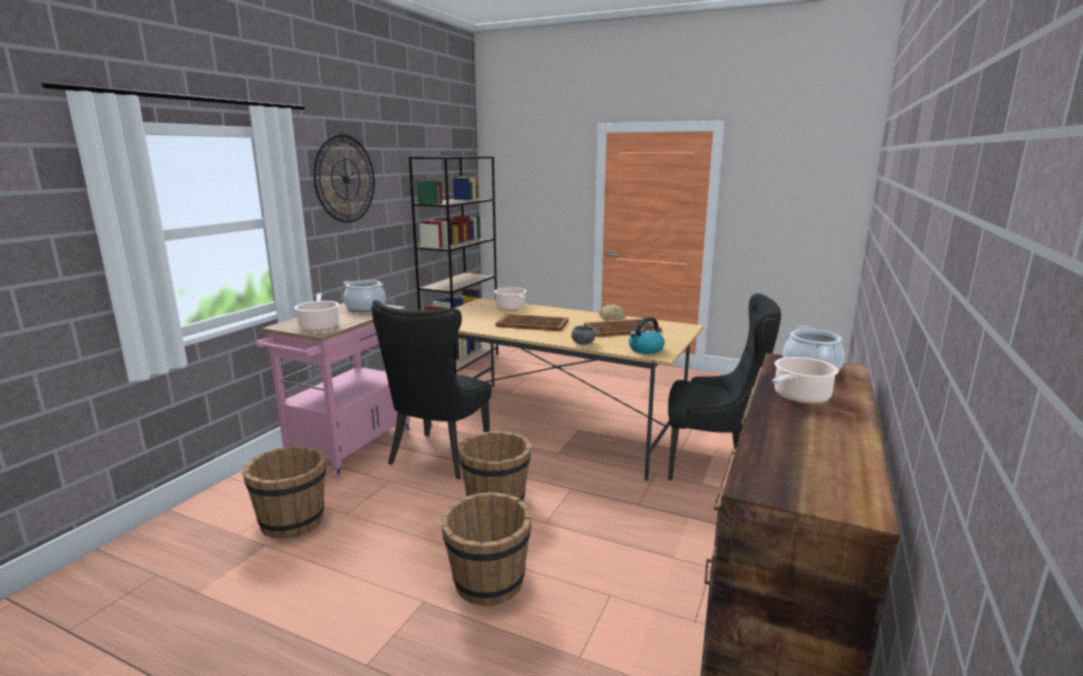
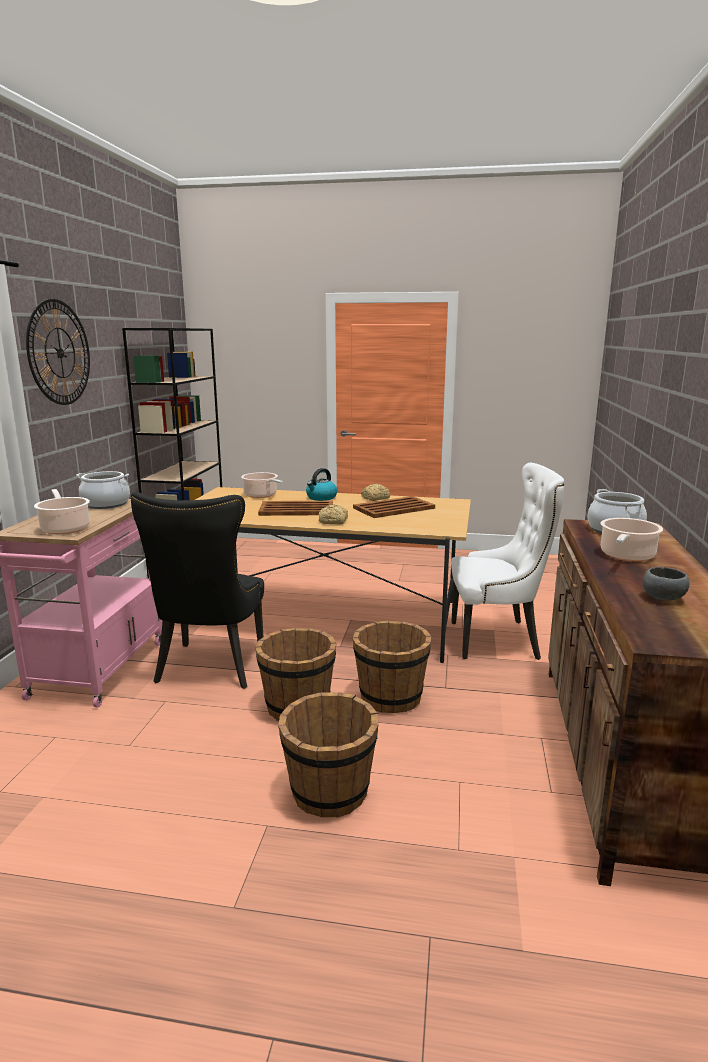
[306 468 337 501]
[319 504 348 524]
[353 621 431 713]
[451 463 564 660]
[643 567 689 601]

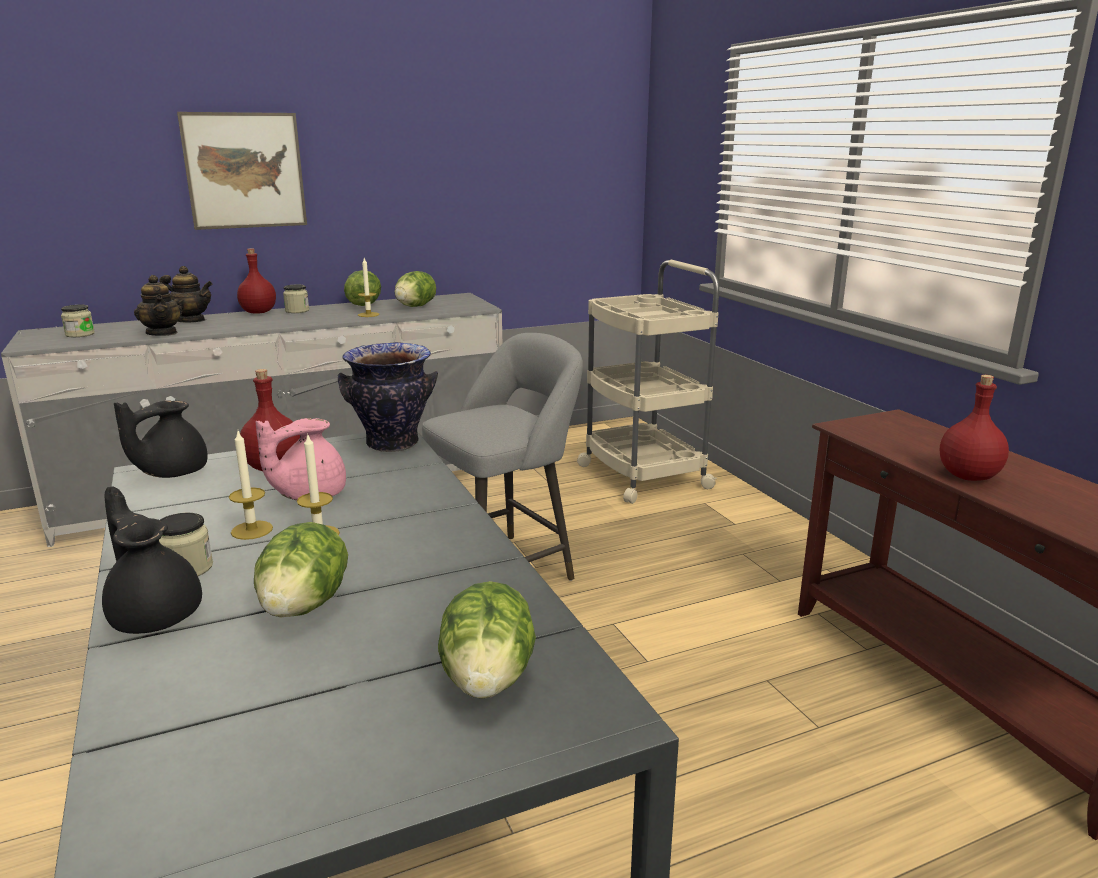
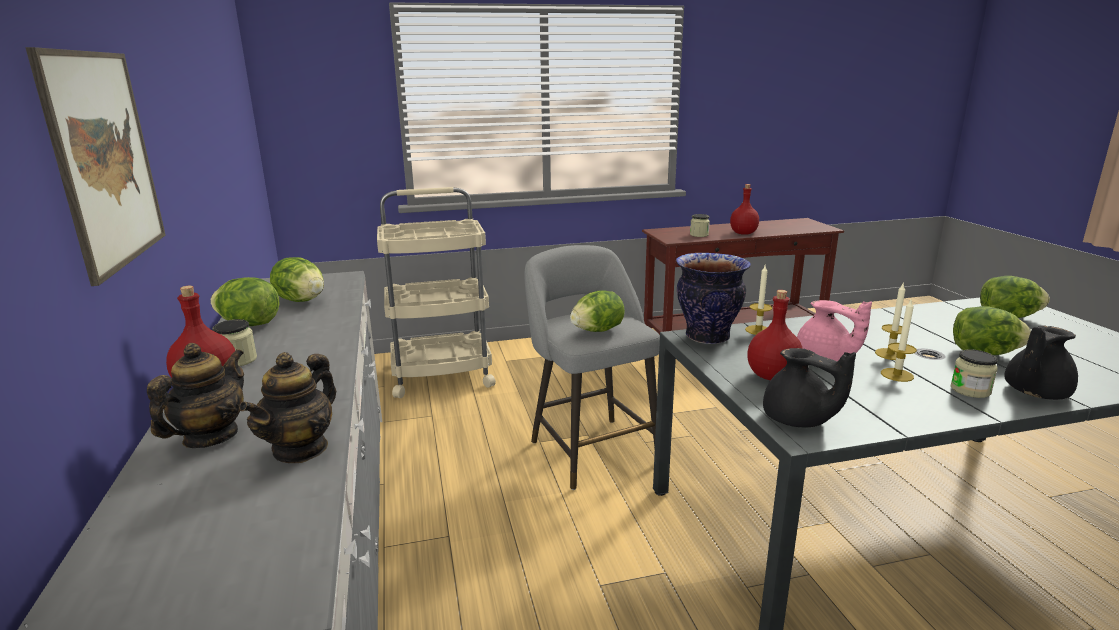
[239 352 336 463]
[570 290 625 332]
[690 214 710 237]
[745 265 772 335]

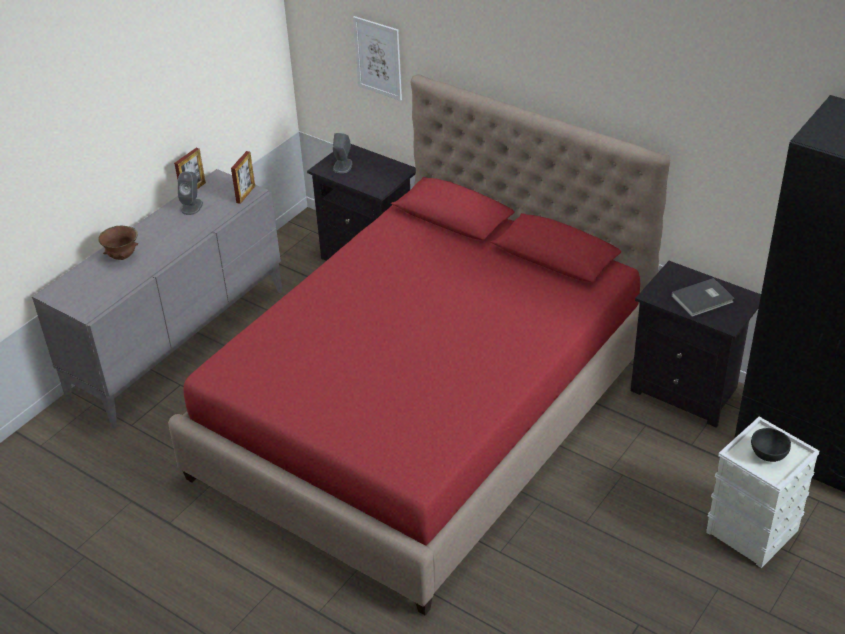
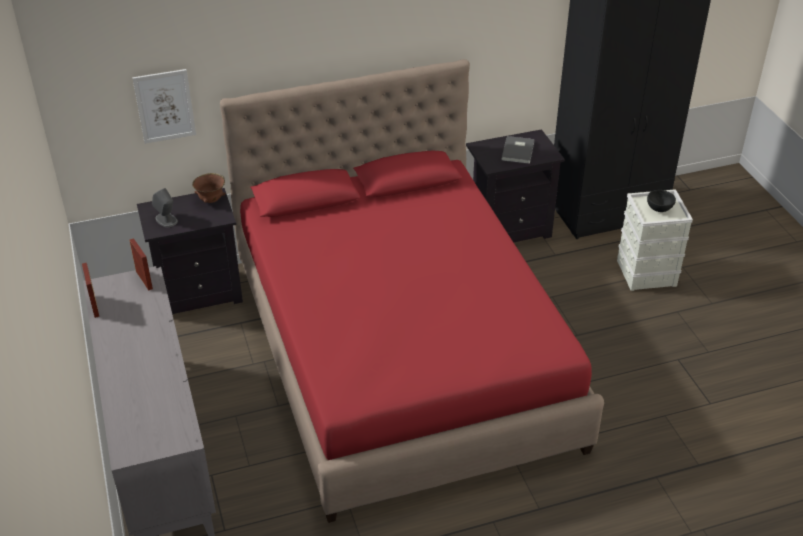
[192 173 226 203]
[178 172 203 215] (first image)

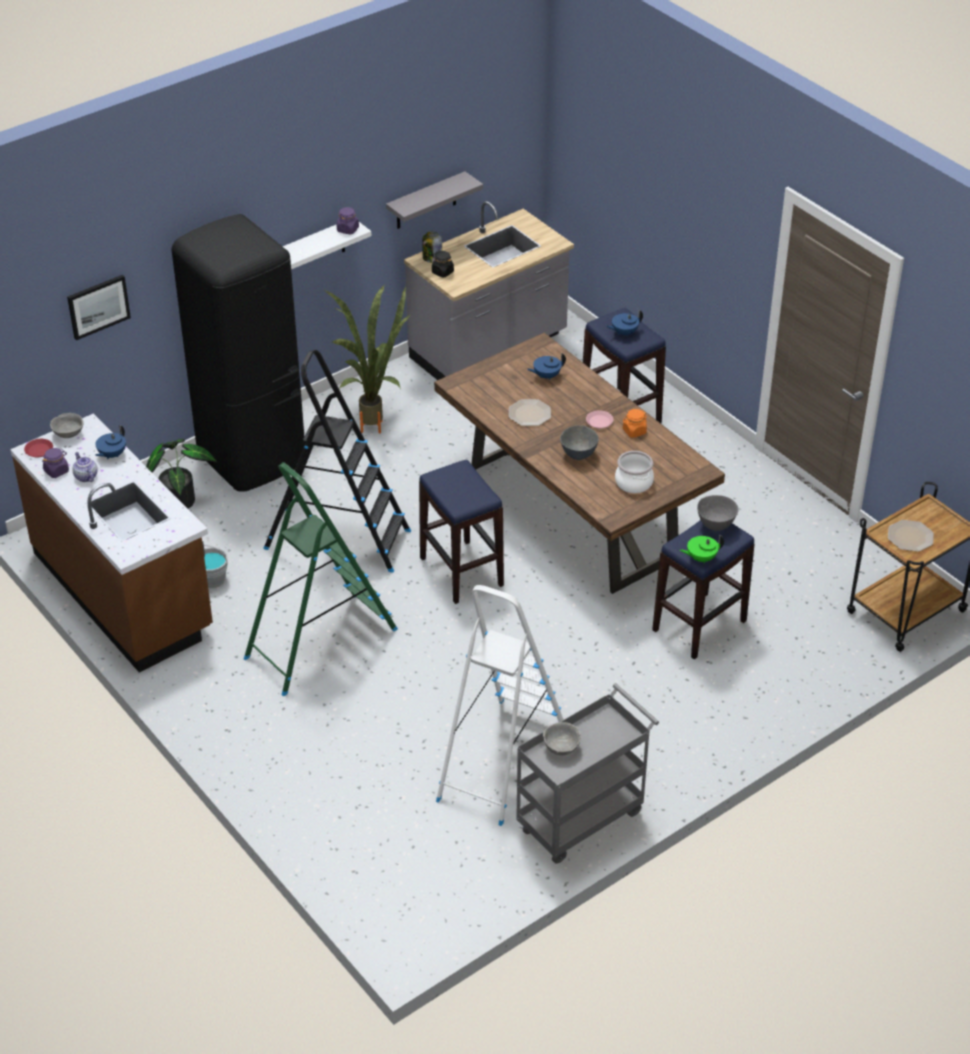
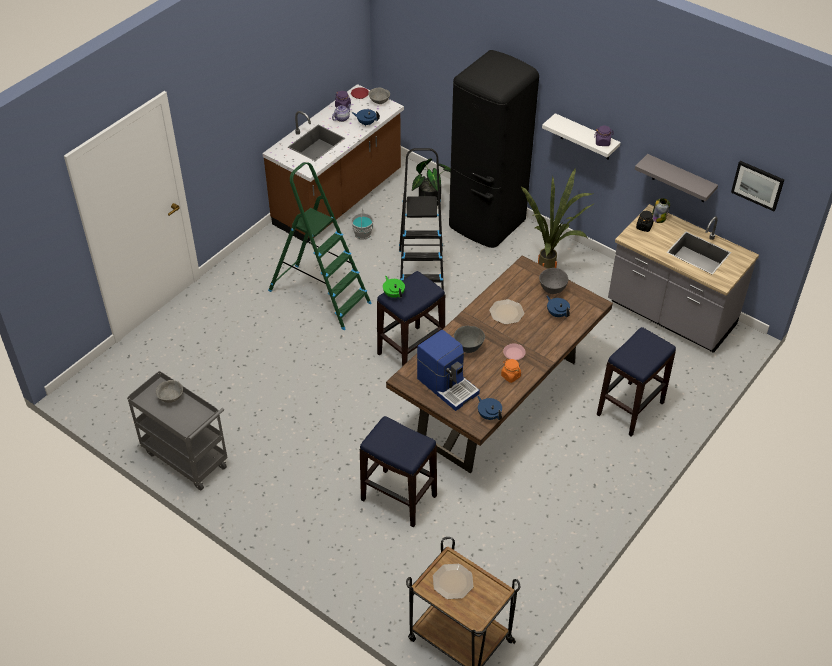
[383 276 405 298]
[417 330 480 411]
[477 396 502 420]
[539 268 568 294]
[731 161 784 211]
[436 585 564 826] (first image)

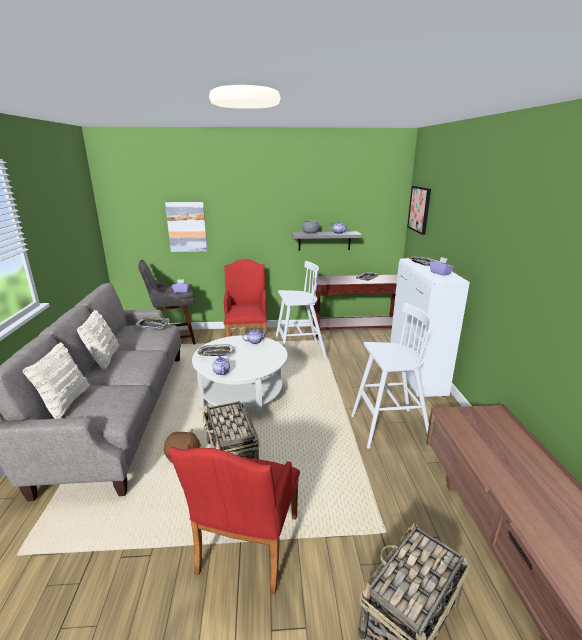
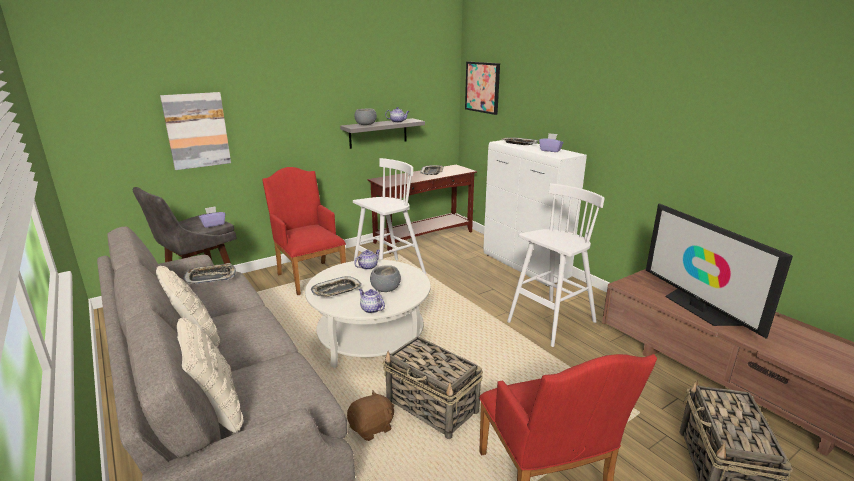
[370 265 401 292]
[646 203 793 338]

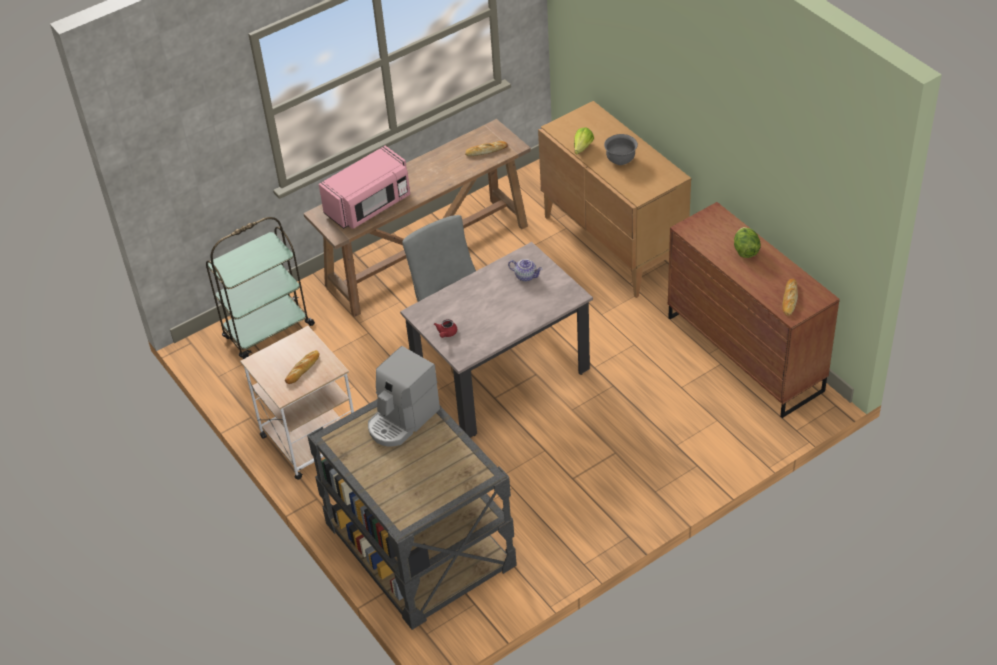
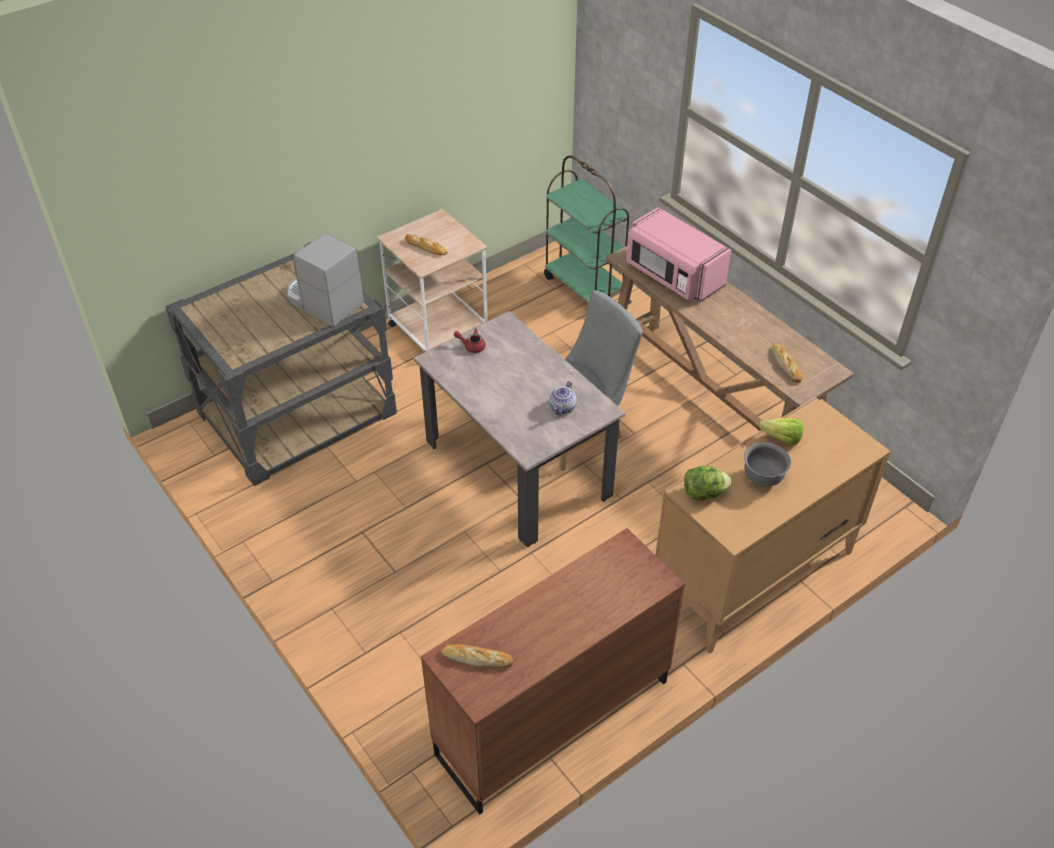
[684 466 731 501]

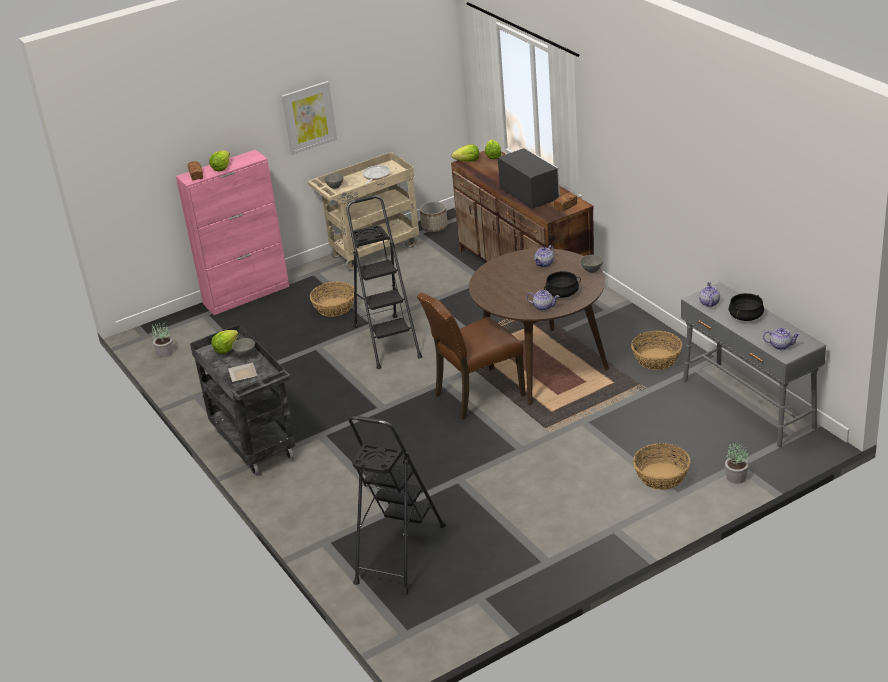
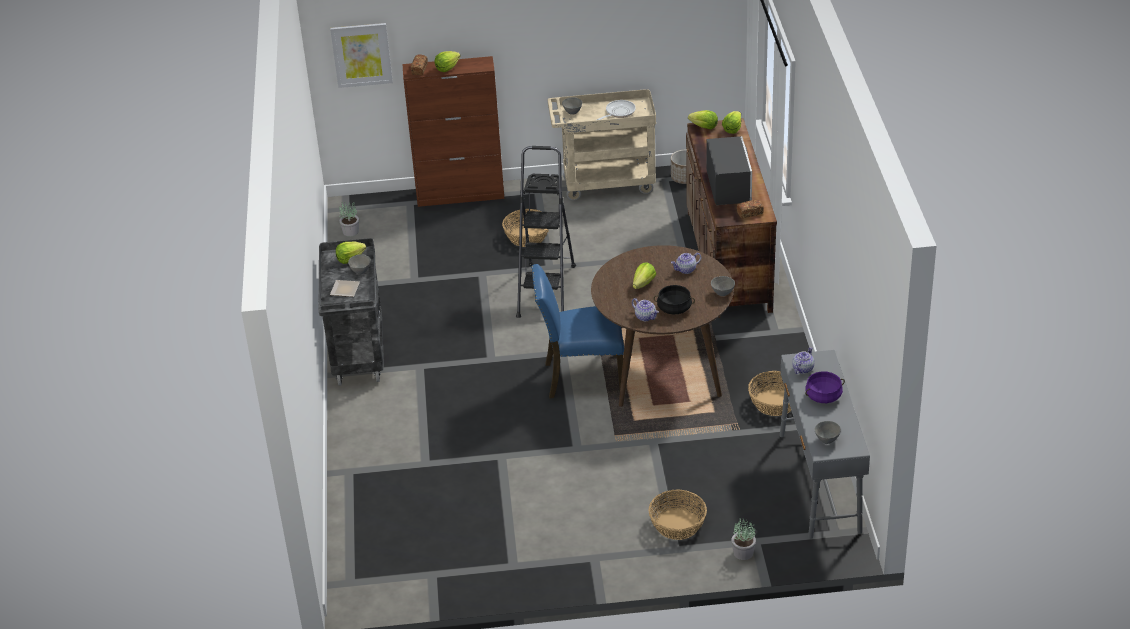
[330 23 393 88]
[402 56 504 207]
[531 264 624 398]
[633 262 656 289]
[805 371 845 403]
[815 421 841 444]
[349 416 446 595] (first image)

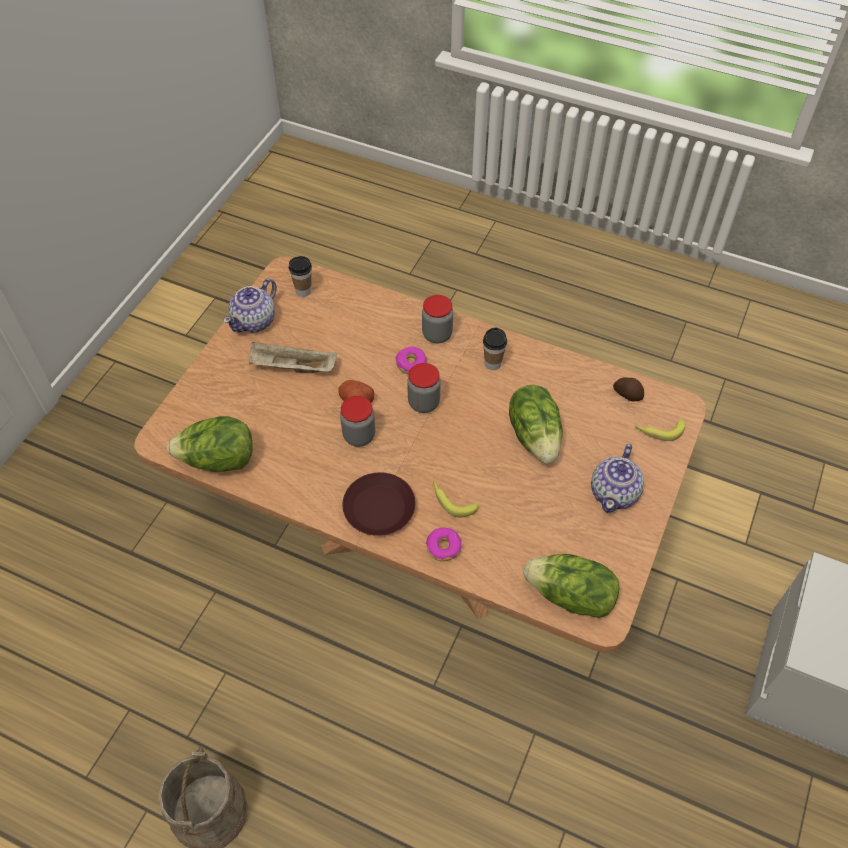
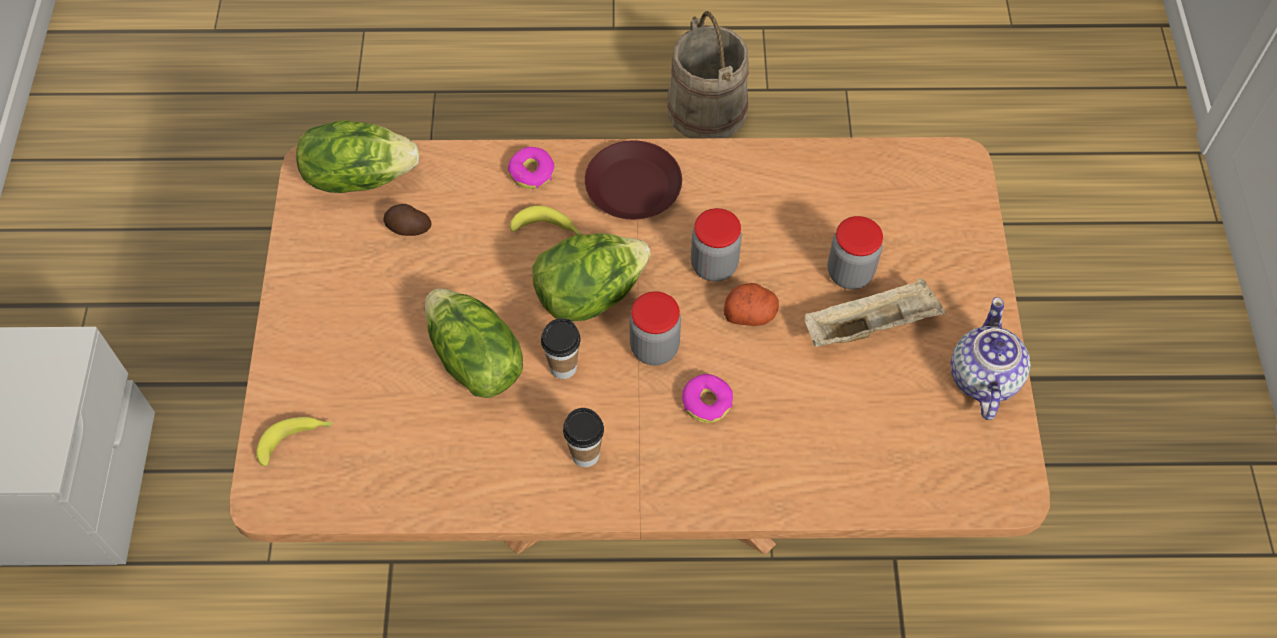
[383 204 432 236]
[532 233 651 321]
[541 318 580 379]
[828 216 883 289]
[591 444 644 513] (first image)

